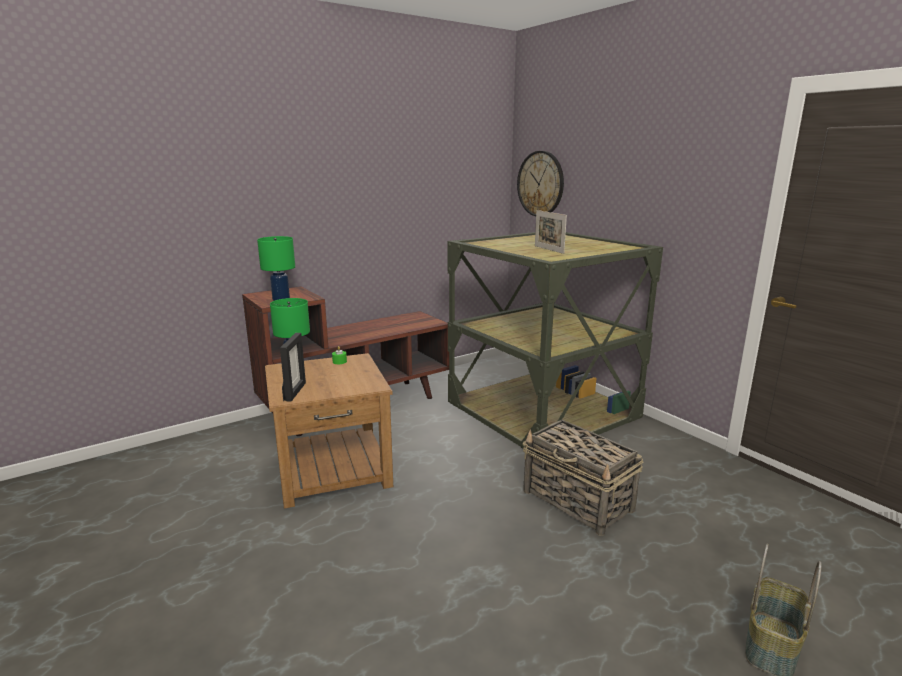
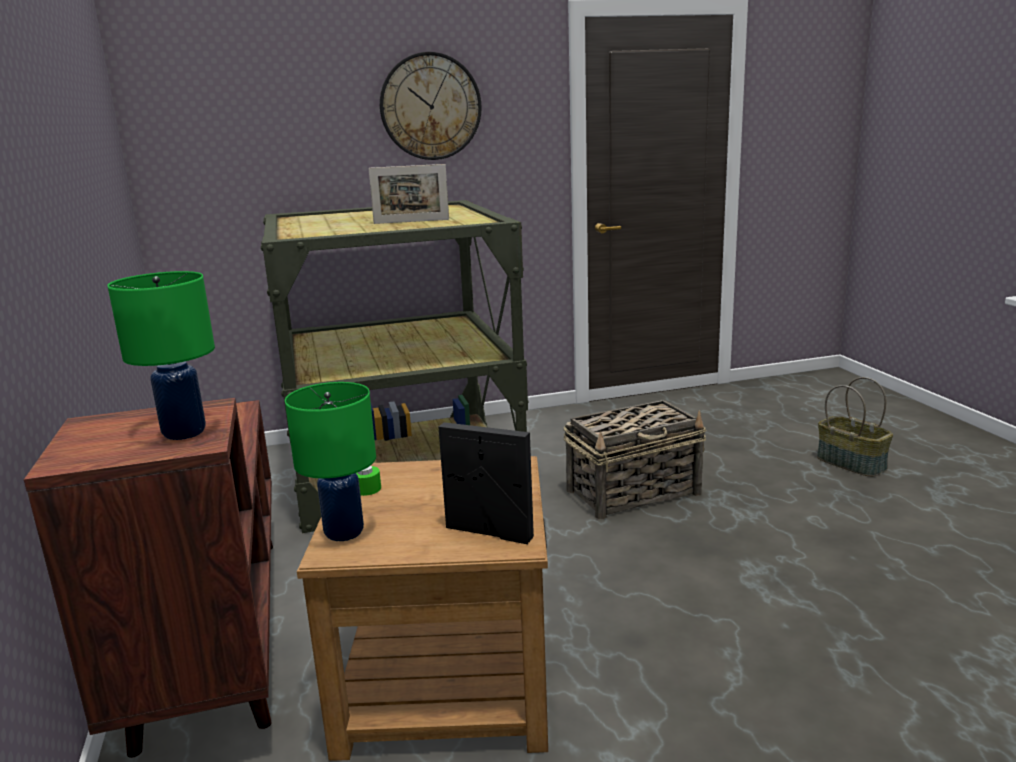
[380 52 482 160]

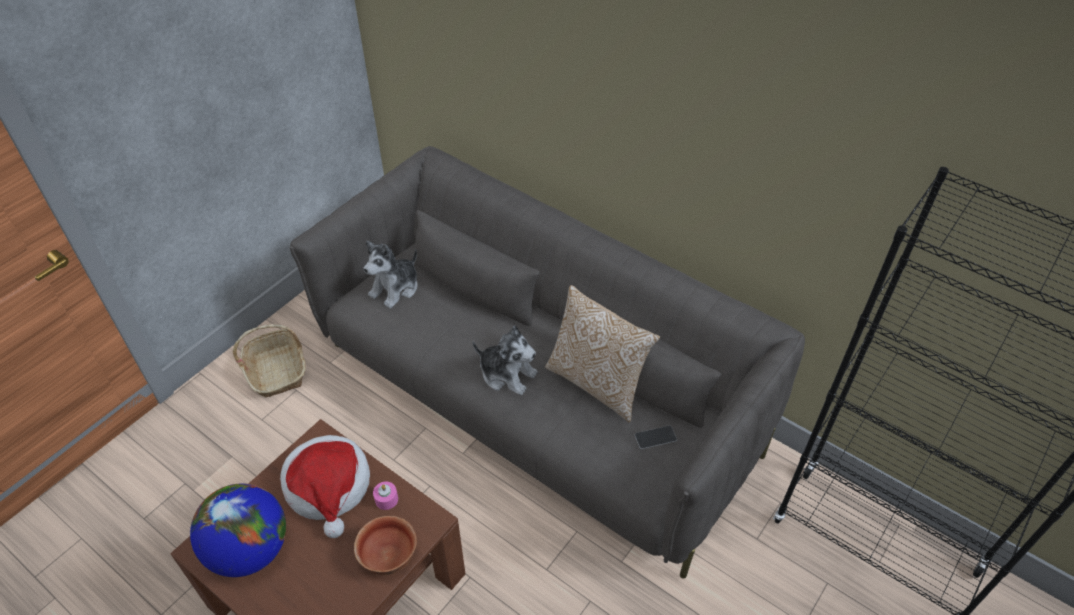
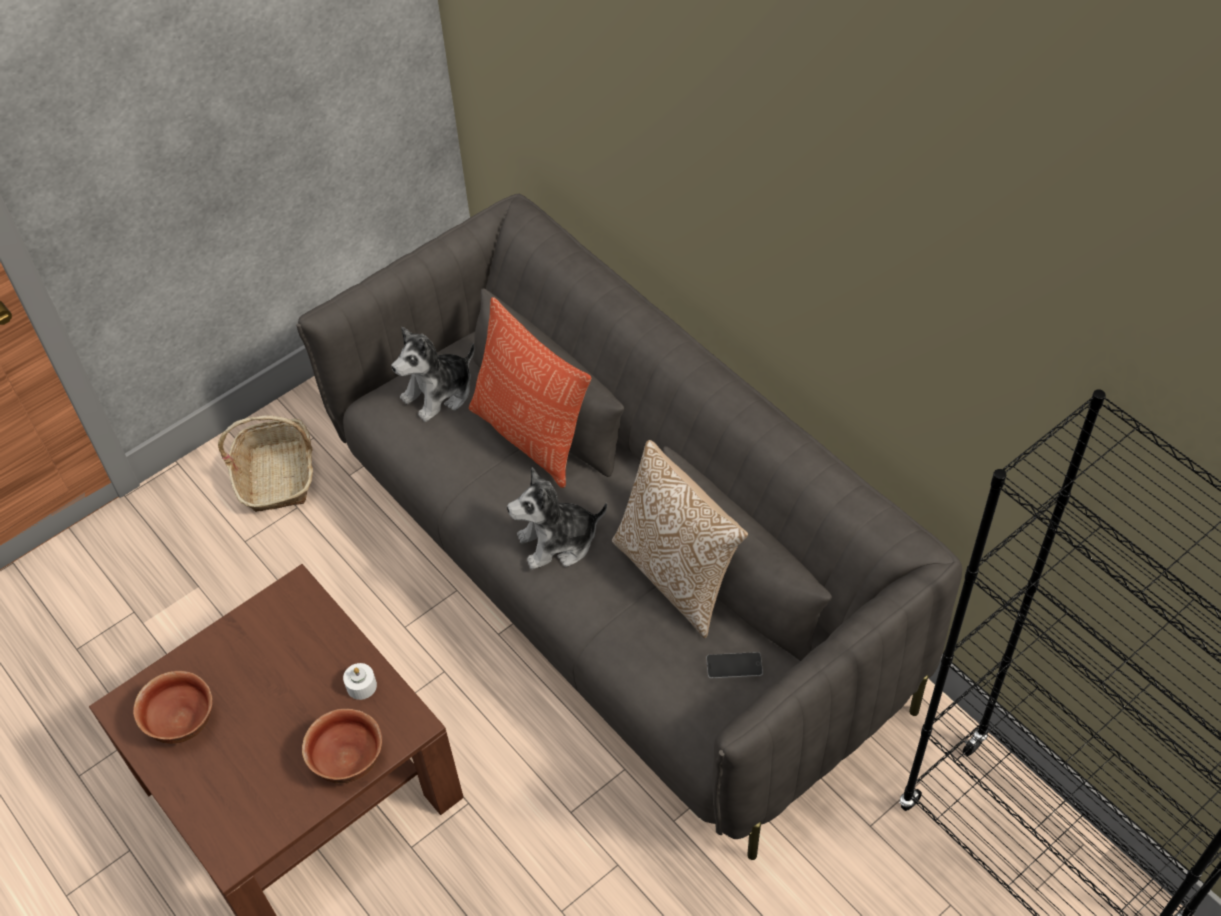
[133 671 213 744]
[343 663 377 700]
[469 297 591 488]
[507 468 607 570]
[280 435 370 538] (first image)

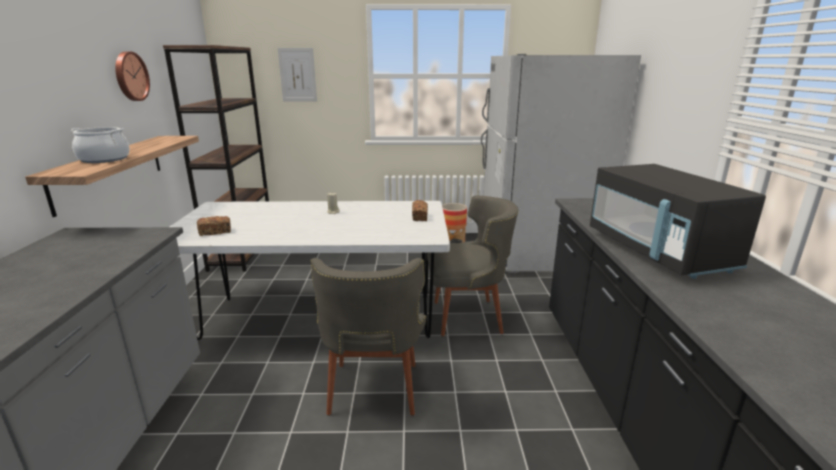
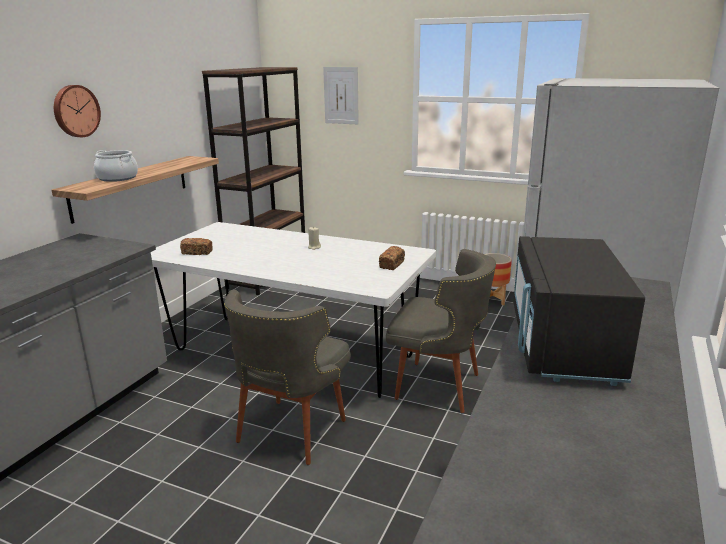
[54 85 101 137]

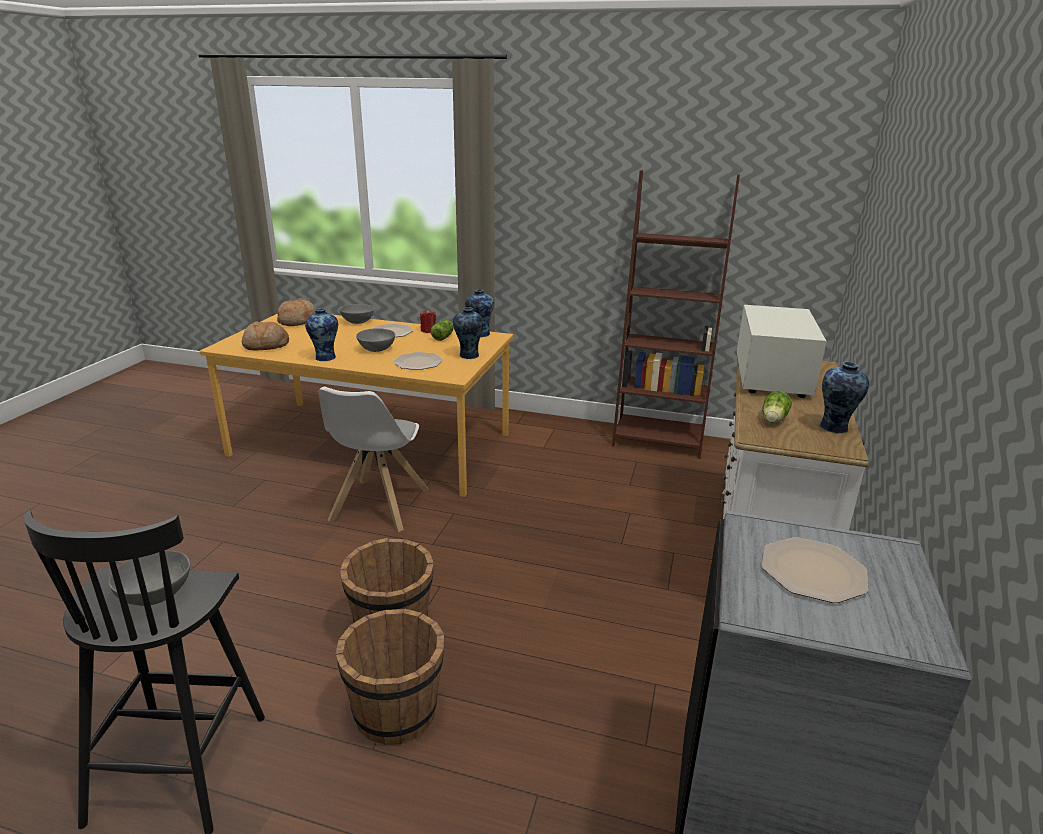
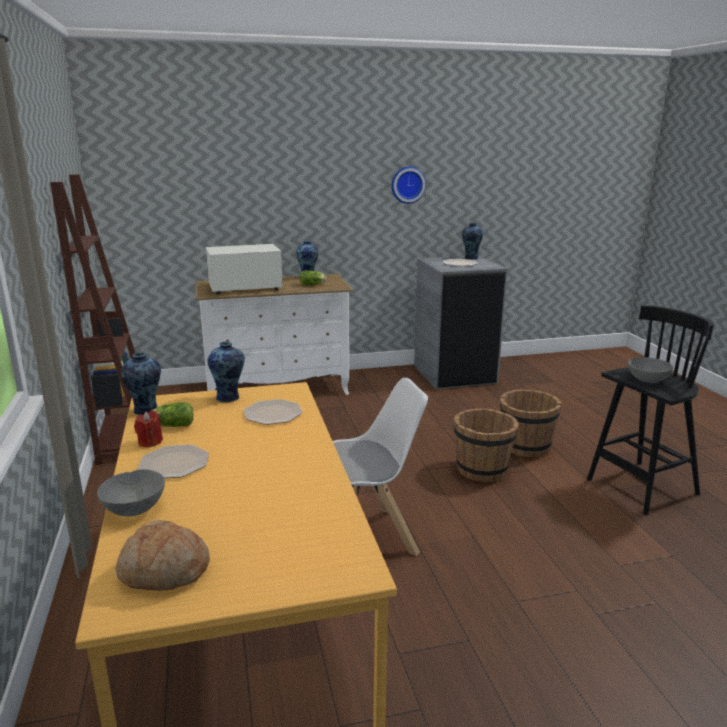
[391 166 426 204]
[462 223 483 260]
[242 321 289 351] (first image)
[356 328 395 352] (first image)

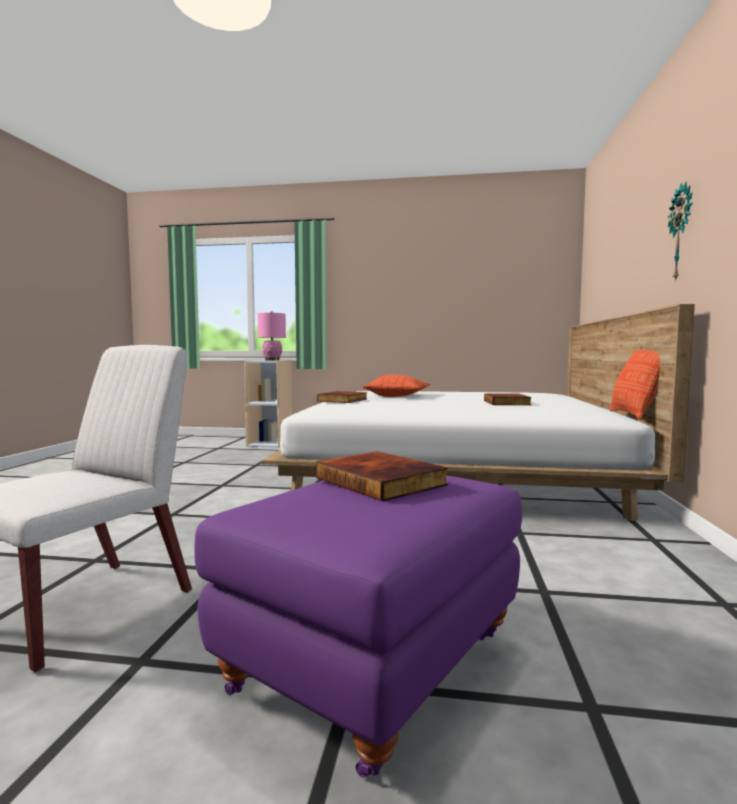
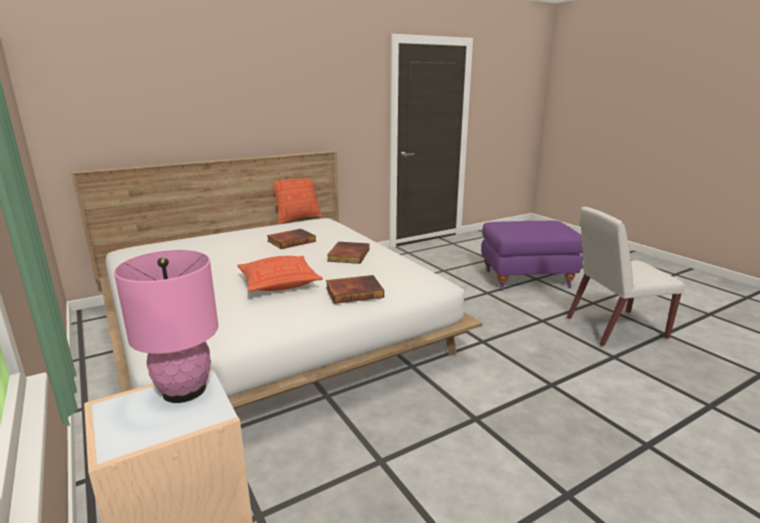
[327 242 370 264]
[668 182 693 282] (first image)

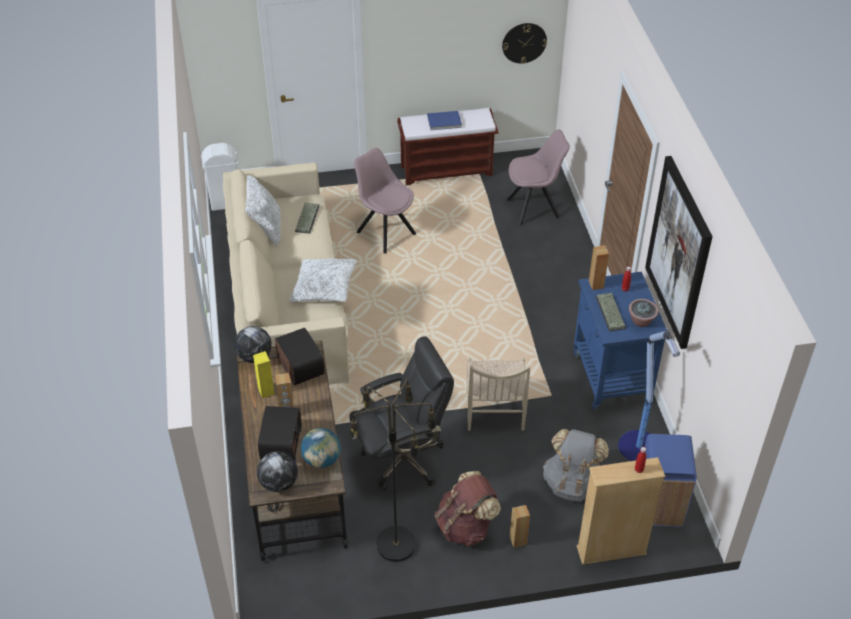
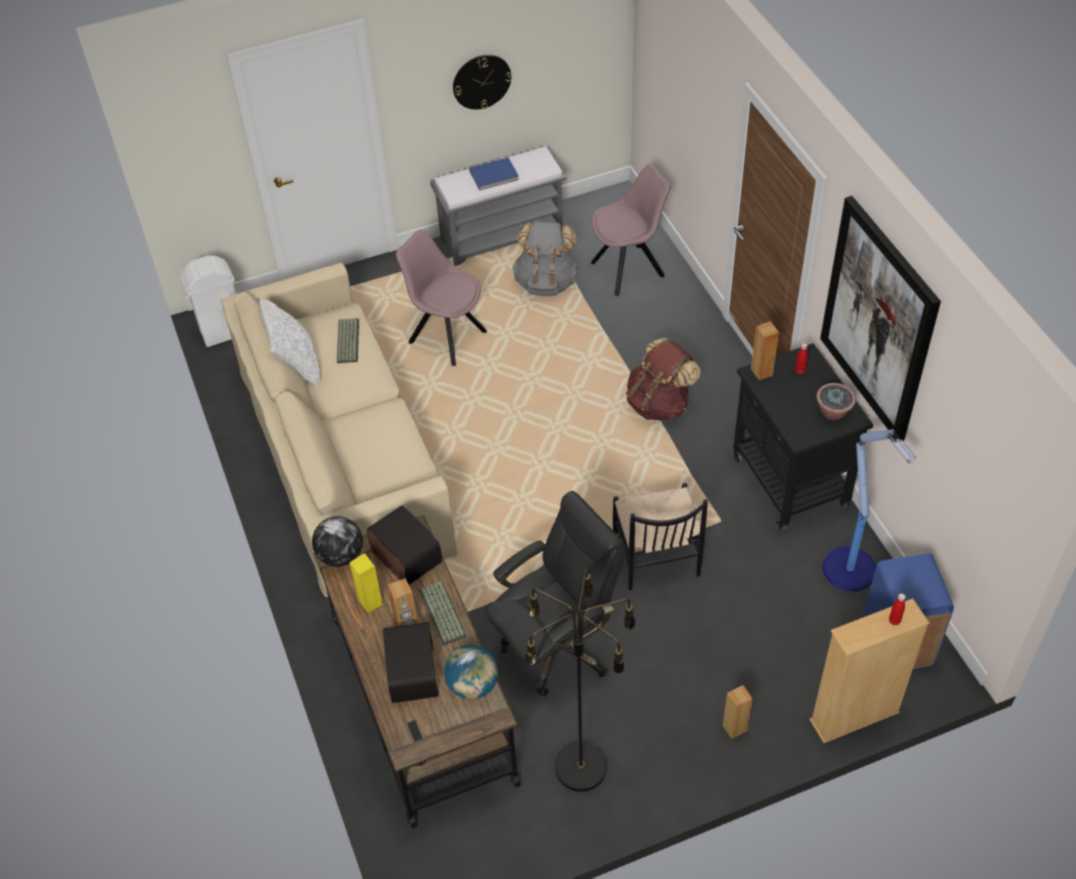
[419 581 466 646]
[430 146 567 266]
[453 55 512 110]
[512 221 579 296]
[613 483 708 590]
[626 338 701 420]
[733 343 873 531]
[257 451 298 492] (first image)
[290 259 357 302] (first image)

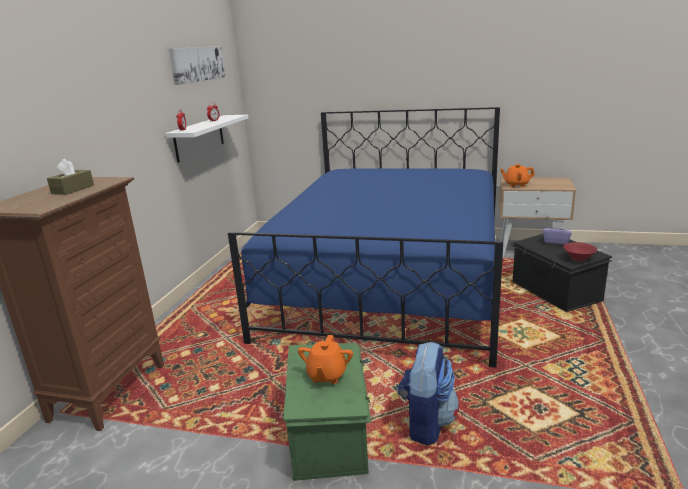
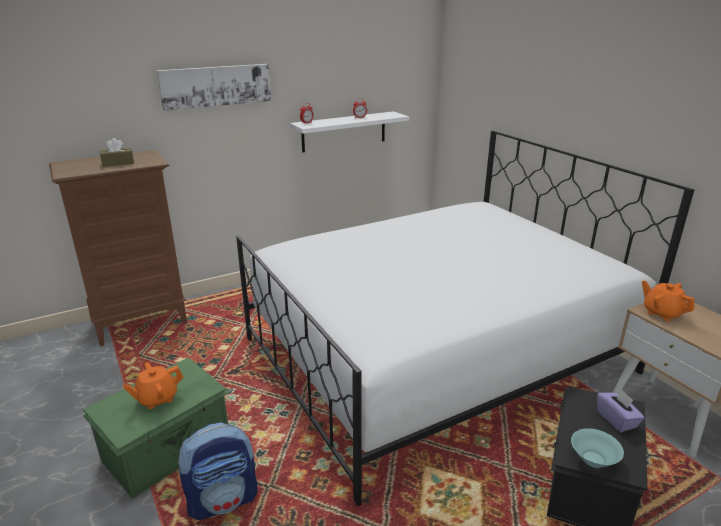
[157 64 271 111]
[236 131 694 506]
[571 428 624 468]

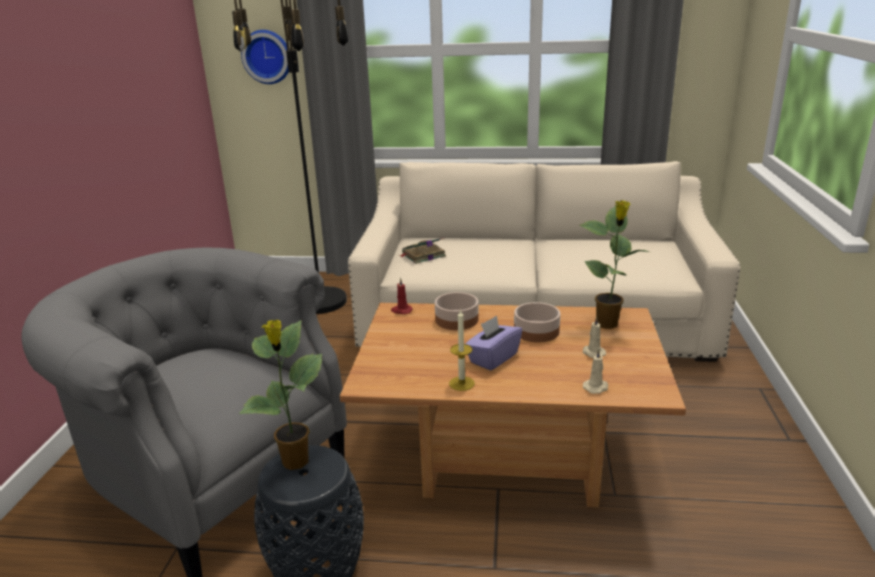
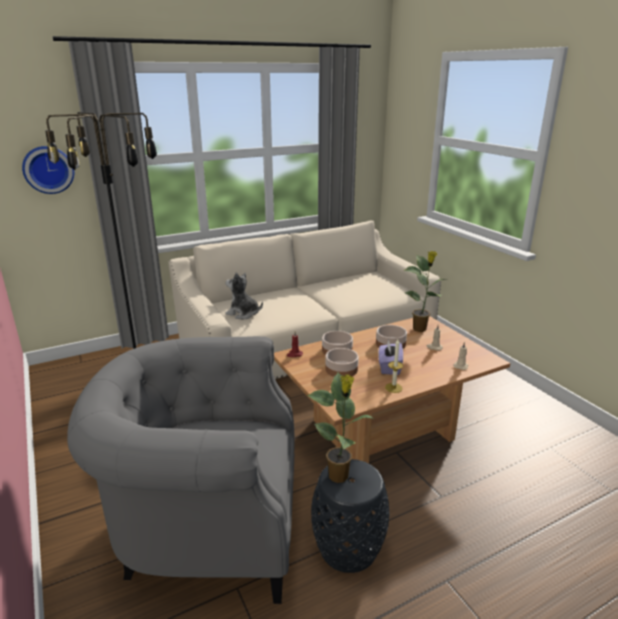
[225 272 263 319]
[325 348 359 377]

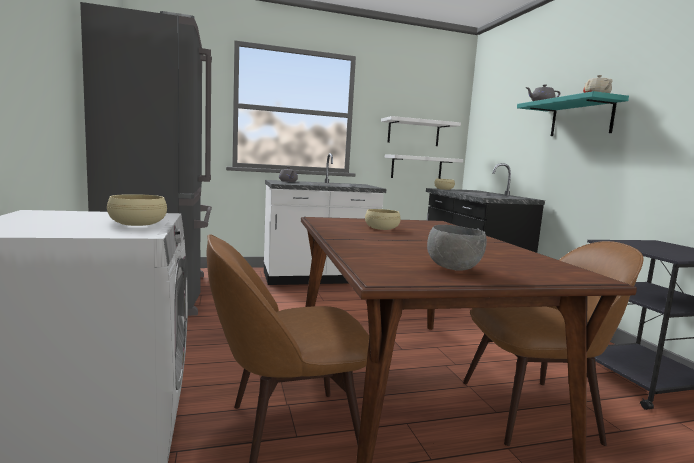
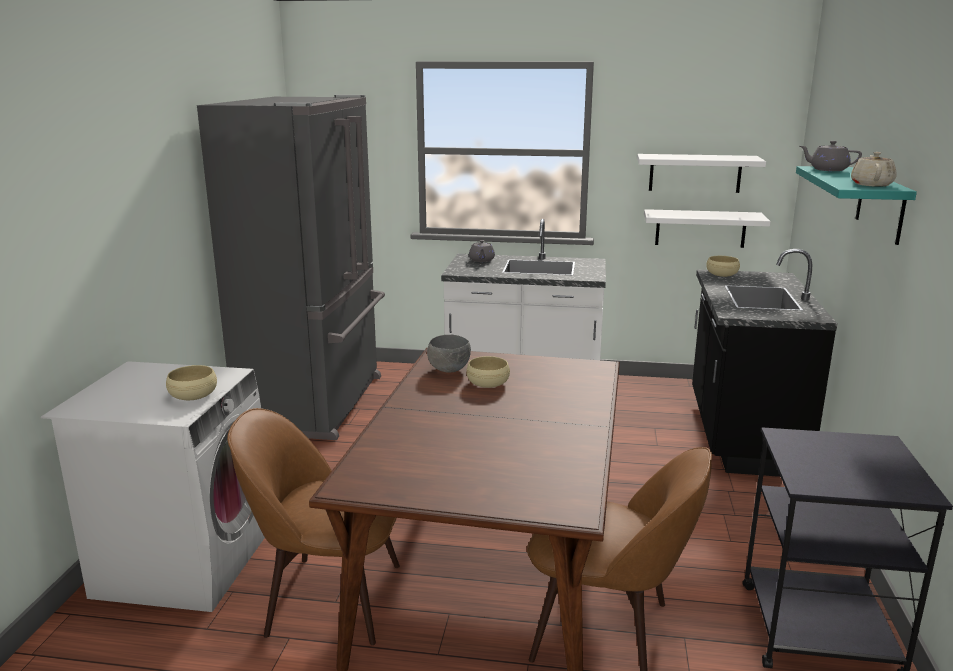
[427 335 471 372]

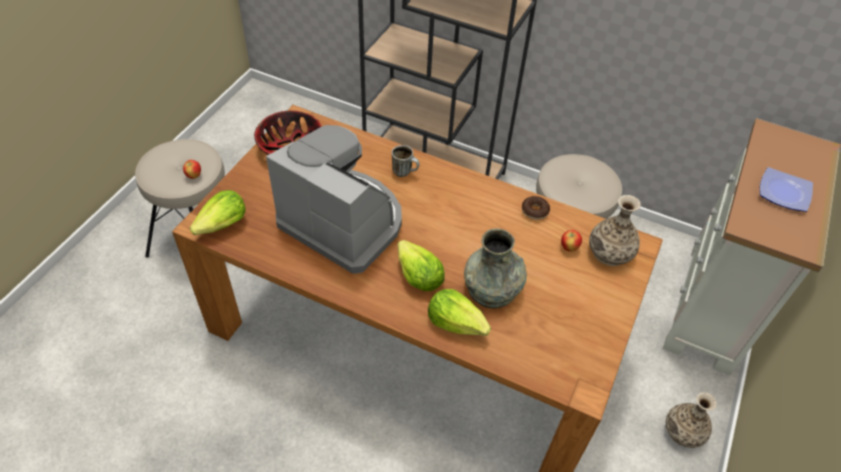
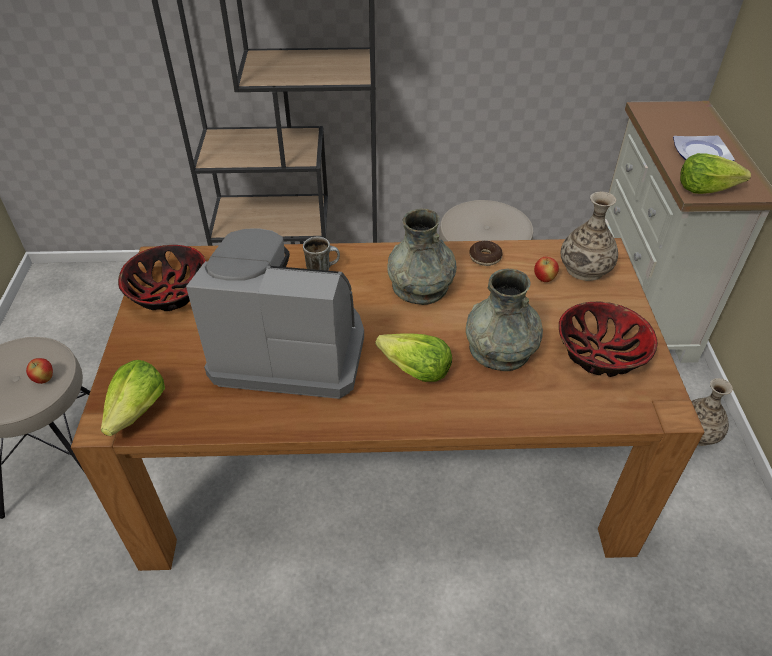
[387 208 457 305]
[559 302 658 377]
[680 153 751 194]

